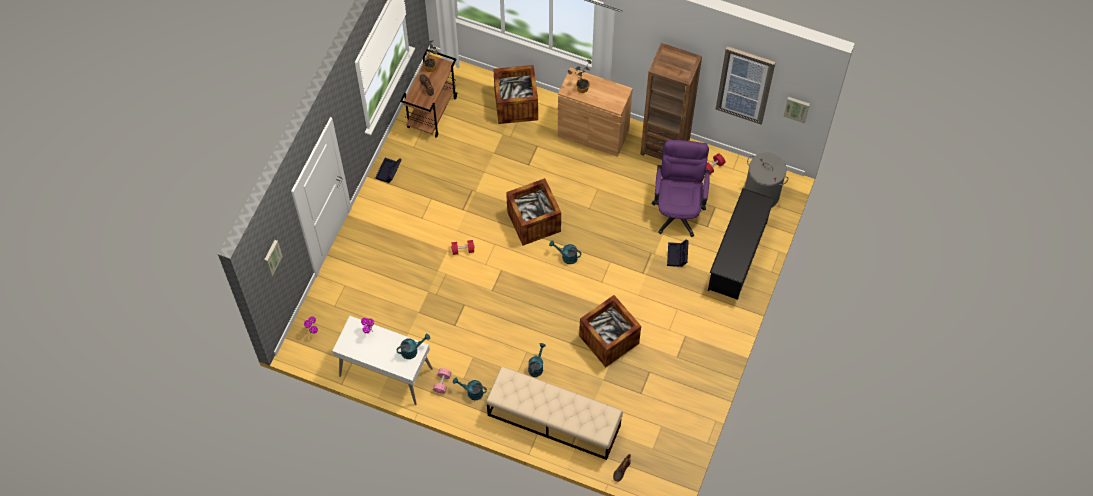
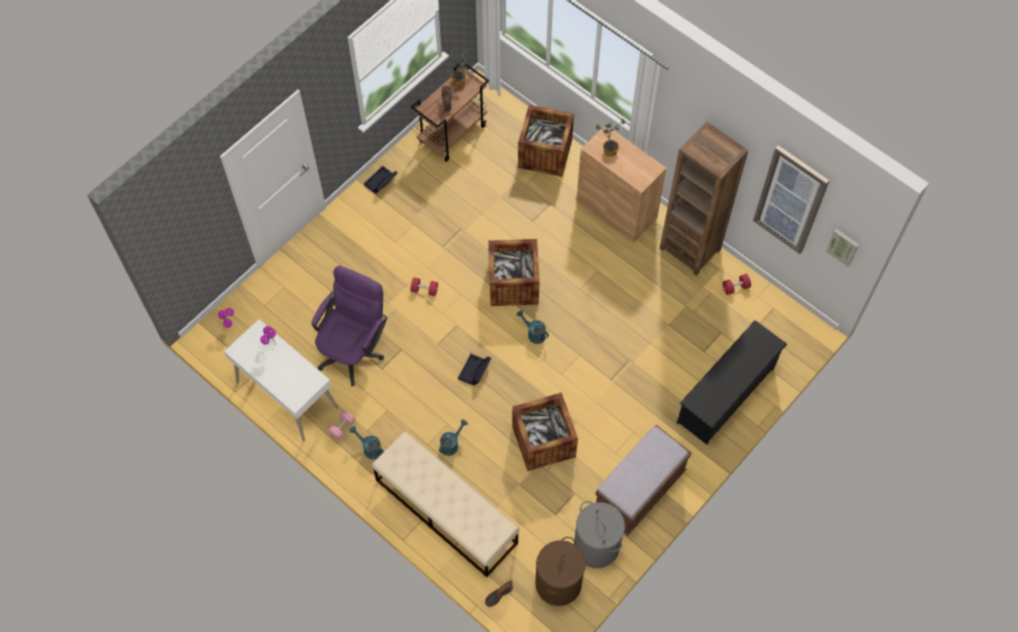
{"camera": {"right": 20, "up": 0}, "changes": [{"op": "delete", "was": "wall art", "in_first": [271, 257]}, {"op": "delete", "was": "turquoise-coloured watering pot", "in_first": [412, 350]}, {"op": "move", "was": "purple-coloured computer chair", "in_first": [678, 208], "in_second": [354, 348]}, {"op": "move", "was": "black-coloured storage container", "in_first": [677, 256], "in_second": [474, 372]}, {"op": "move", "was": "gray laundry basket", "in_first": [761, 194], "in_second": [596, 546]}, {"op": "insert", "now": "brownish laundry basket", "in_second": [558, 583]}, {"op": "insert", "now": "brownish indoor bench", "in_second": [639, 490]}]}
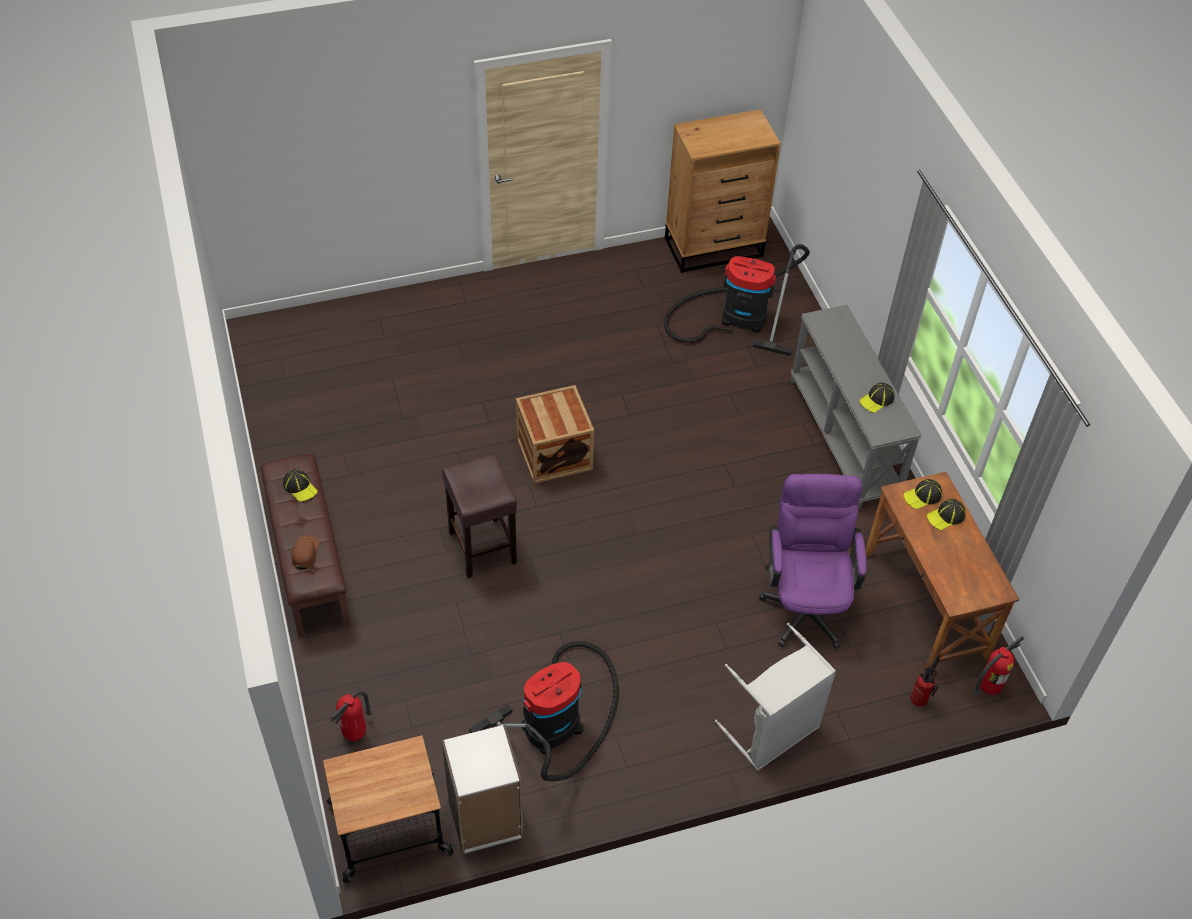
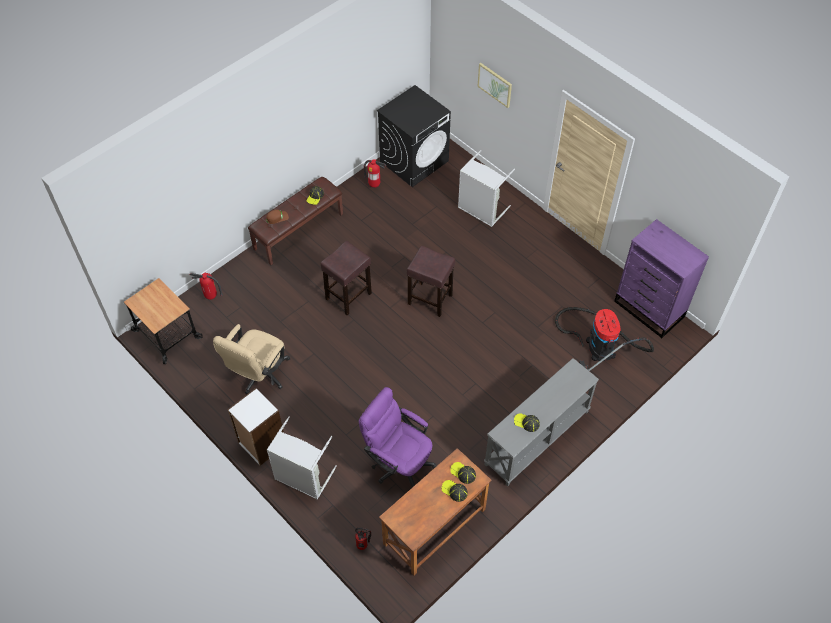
{"camera": {"right": 65, "up": 5}, "changes": [{"op": "move", "was": "whitish shelving unit", "in_first": [485, 819], "in_second": [261, 444]}, {"op": "replace", "was": "vacuum", "now": "beige computer chair", "in_first": [557, 722], "in_second": [259, 375]}, {"op": "replace", "was": "packing crate", "now": "brownish stool", "in_first": [554, 453], "in_second": [430, 299]}, {"op": "recolor", "was": "brownish drawer chest", "now": "purple-coloured drawer chest", "in_first": [714, 247], "in_second": [649, 310]}, {"op": "rotate", "was": "purple-coloured computer chair", "in_first": [805, 603], "in_second": [398, 462], "clockwise": -120}, {"op": "move", "was": "extinguisher", "in_first": [988, 688], "in_second": [374, 185]}, {"op": "insert", "now": "black-coloured laundry appliance", "in_second": [414, 161]}, {"op": "insert", "now": "gray laundry basket", "in_second": [481, 210]}, {"op": "insert", "now": "wall art", "in_second": [495, 84]}]}
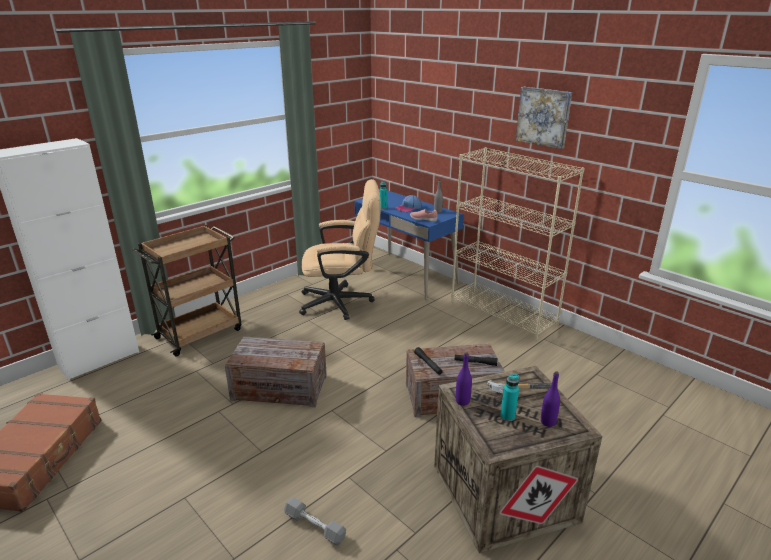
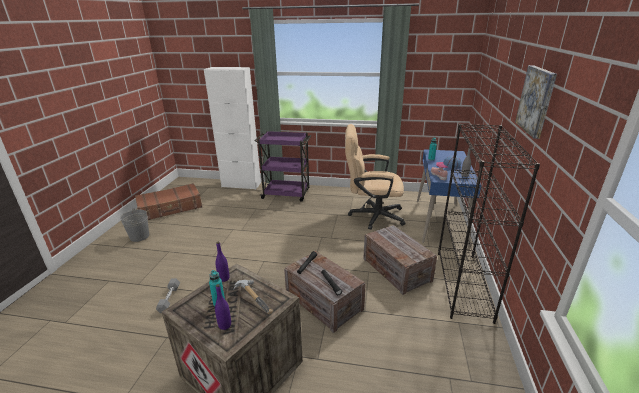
{"camera": {"right": 55, "up": 0}, "changes": [{"op": "recolor", "was": "brownish trolley", "now": "purple-coloured trolley", "in_first": [200, 333], "in_second": [287, 194]}, {"op": "move", "was": "packing crate", "in_first": [279, 387], "in_second": [396, 269]}, {"op": "rotate", "was": "beige computer chair", "in_first": [343, 302], "in_second": [371, 216], "clockwise": 135}, {"op": "recolor", "was": "beige shelving unit", "now": "black-coloured shelving unit", "in_first": [503, 313], "in_second": [463, 284]}, {"op": "insert", "now": "gray water bucket", "in_second": [139, 236]}]}
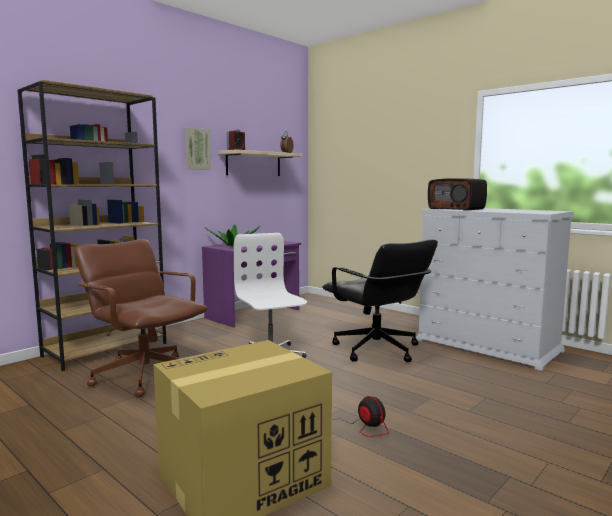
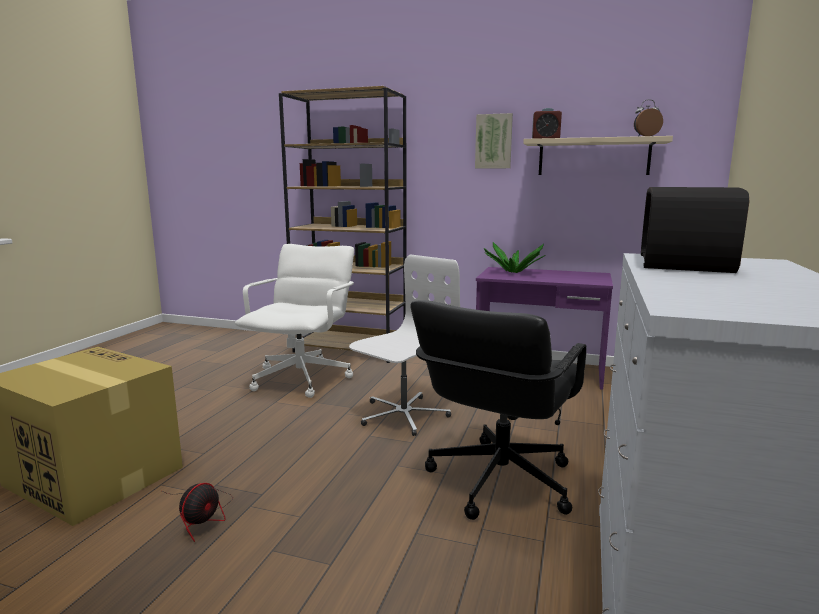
{"camera": {"right": 65, "up": 5}, "changes": [{"op": "recolor", "was": "brownish computer chair", "now": "whitish computer chair", "in_first": [145, 375], "in_second": [302, 378]}]}
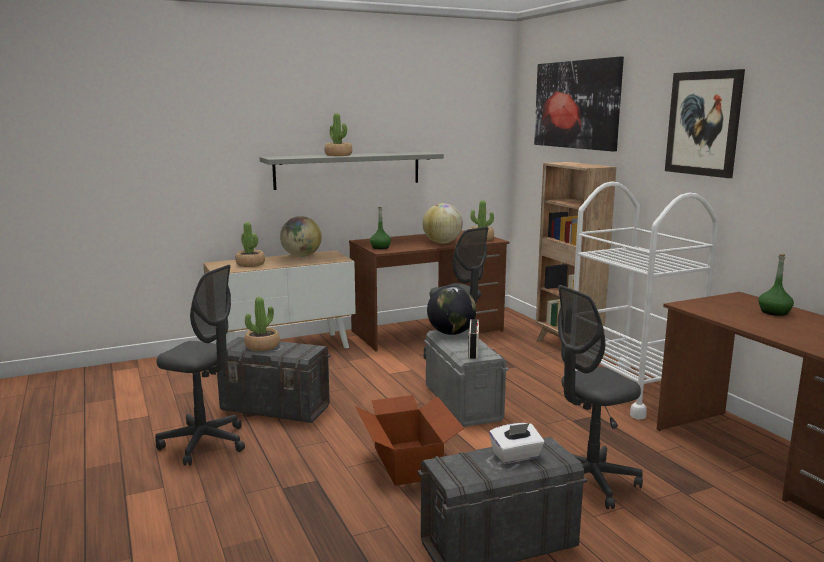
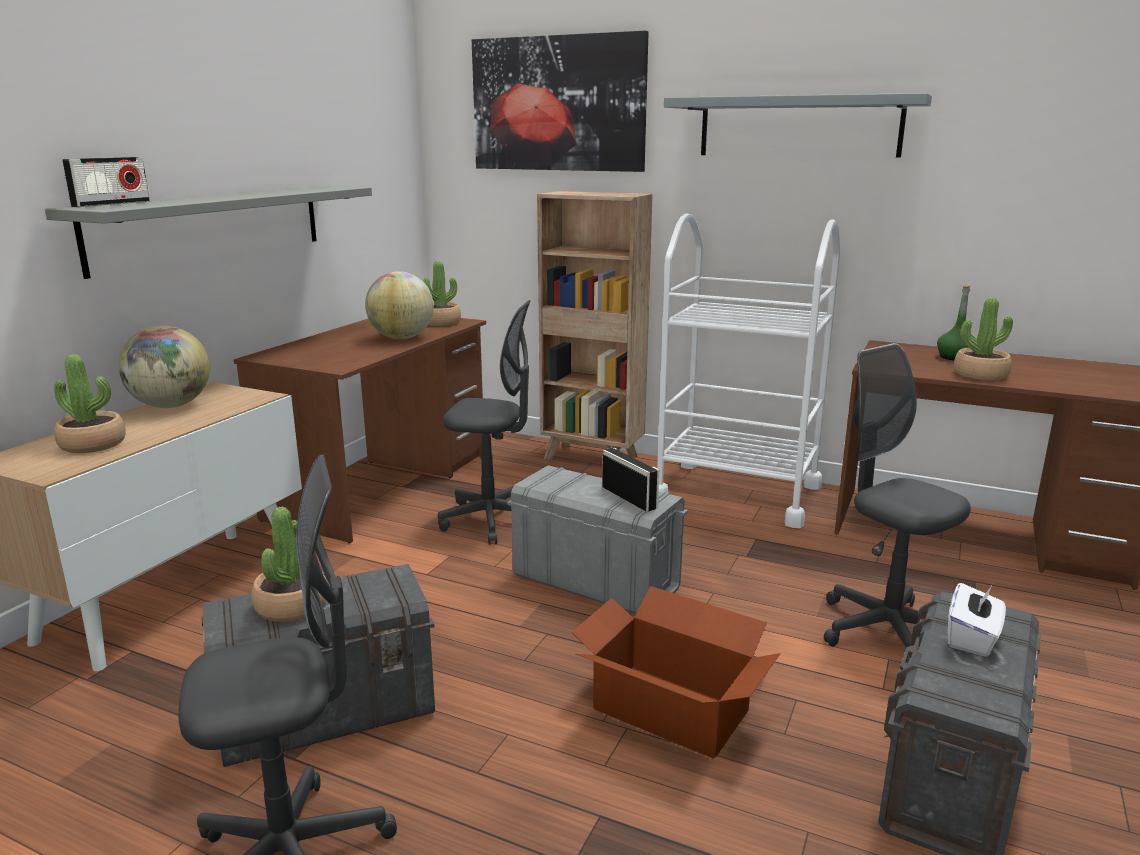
{"camera": {"right": -40, "up": 5}, "changes": [{"op": "move", "was": "houseplant", "in_first": [338, 155], "in_second": [980, 375]}, {"op": "delete", "was": "greenish drink bottle", "in_first": [380, 247]}, {"op": "delete", "was": "world globe", "in_first": [451, 333]}, {"op": "rotate", "was": "gray computer chair", "in_first": [589, 482], "in_second": [885, 632], "clockwise": 120}, {"op": "replace", "was": "wall art", "now": "gray wall shelf", "in_first": [703, 123], "in_second": [799, 127]}, {"op": "insert", "now": "radio receiver", "in_second": [111, 204]}]}
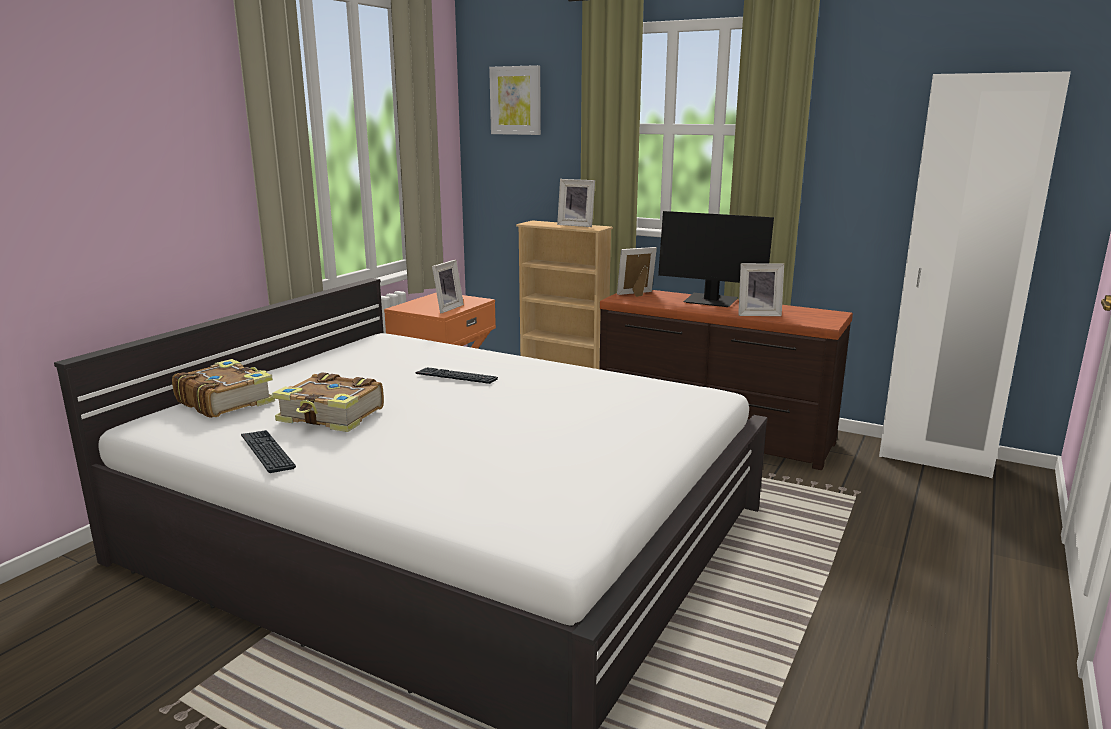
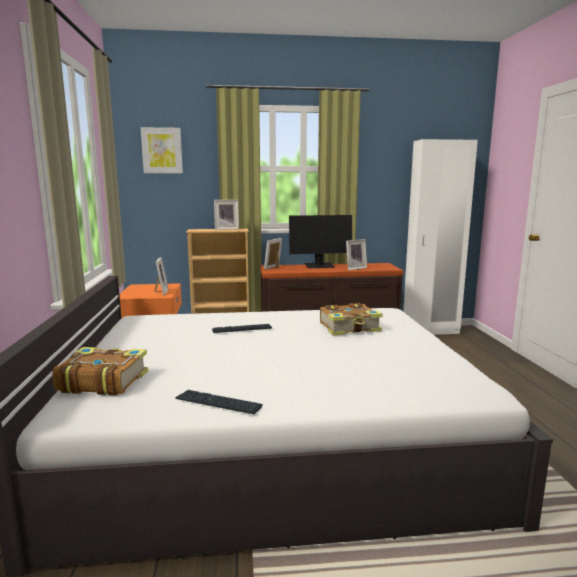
{"camera": {"right": -35, "up": -5}, "changes": [{"op": "move", "was": "bound book", "in_first": [332, 416], "in_second": [350, 328]}]}
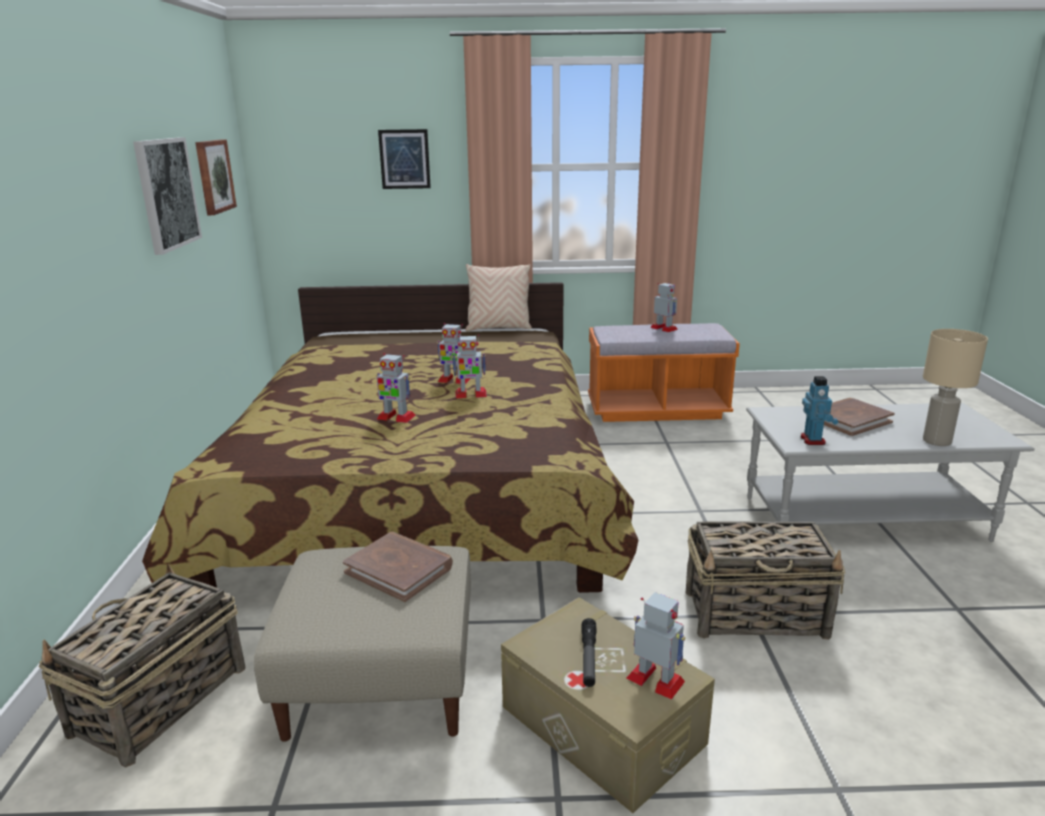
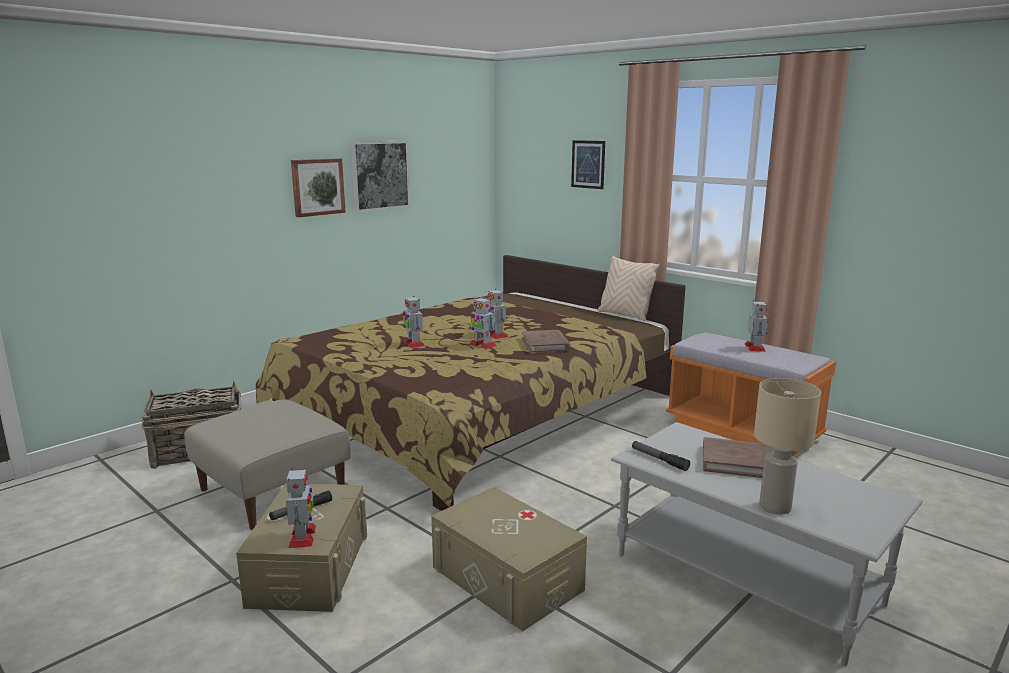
{"camera": {"right": 45, "up": -5}, "changes": [{"op": "move", "was": "wall art", "in_first": [213, 176], "in_second": [317, 187]}, {"op": "move", "was": "brownish bound book", "in_first": [399, 569], "in_second": [545, 344]}, {"op": "replace", "was": "basket", "now": "beige storage container", "in_first": [756, 614], "in_second": [507, 578]}, {"op": "replace", "was": "robot figure", "now": "flashlight", "in_first": [813, 440], "in_second": [659, 459]}]}
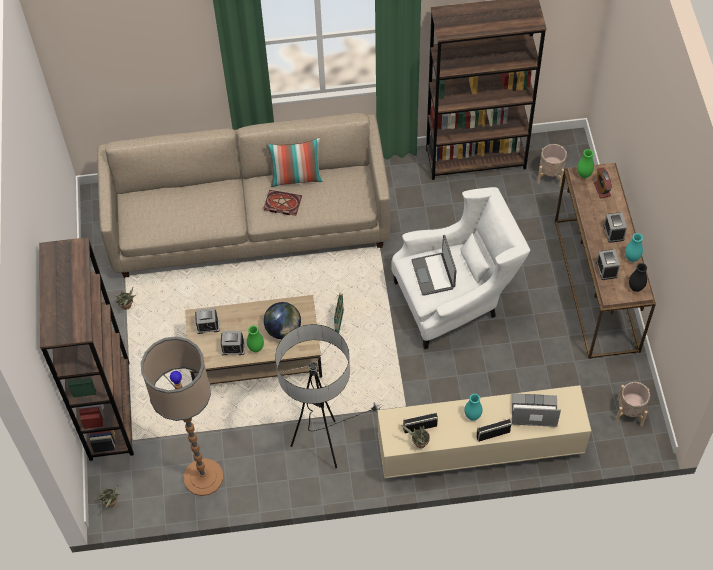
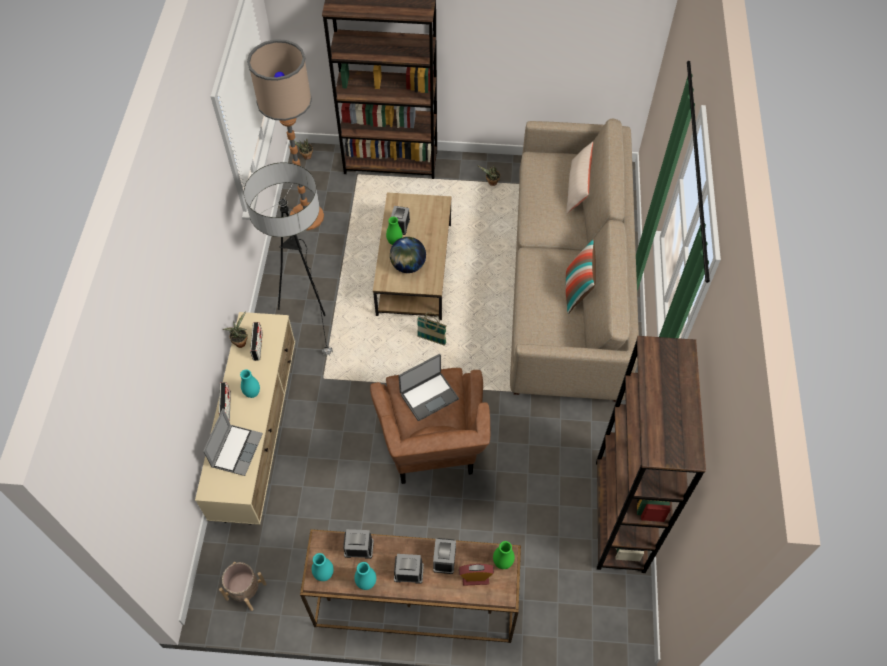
{"camera": {"right": 100, "up": 0}, "changes": [{"op": "move", "was": "table clock", "in_first": [207, 326], "in_second": [444, 559]}, {"op": "delete", "was": "bound book", "in_first": [281, 204]}, {"op": "recolor", "was": "whitish armchair", "now": "brownish armchair", "in_first": [455, 300], "in_second": [432, 449]}, {"op": "rotate", "was": "laptop", "in_first": [434, 274], "in_second": [428, 396], "clockwise": 150}, {"op": "delete", "was": "beige planter", "in_first": [550, 175]}, {"op": "recolor", "was": "black-coloured decorative vase", "now": "turquoise-coloured decorative vase", "in_first": [636, 287], "in_second": [324, 574]}, {"op": "insert", "now": "beige throw pillow", "in_second": [577, 188]}]}
